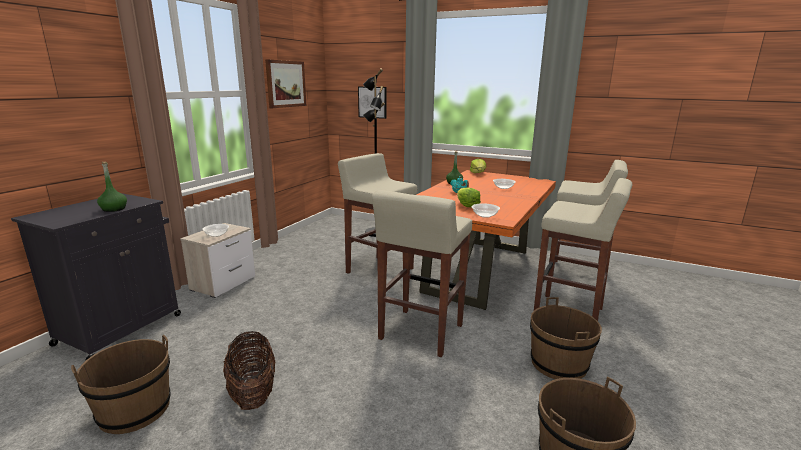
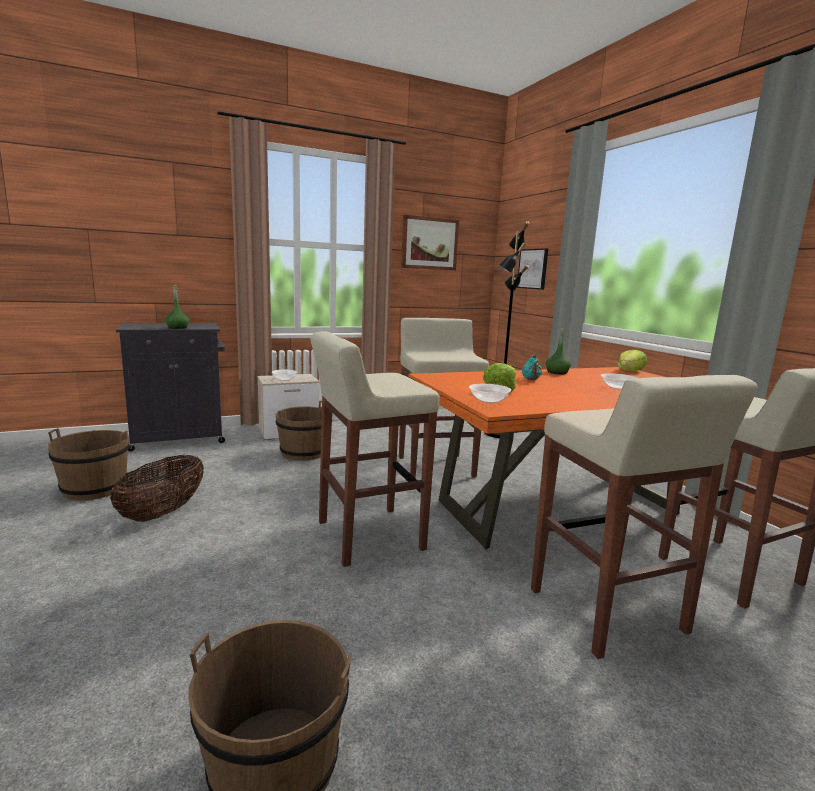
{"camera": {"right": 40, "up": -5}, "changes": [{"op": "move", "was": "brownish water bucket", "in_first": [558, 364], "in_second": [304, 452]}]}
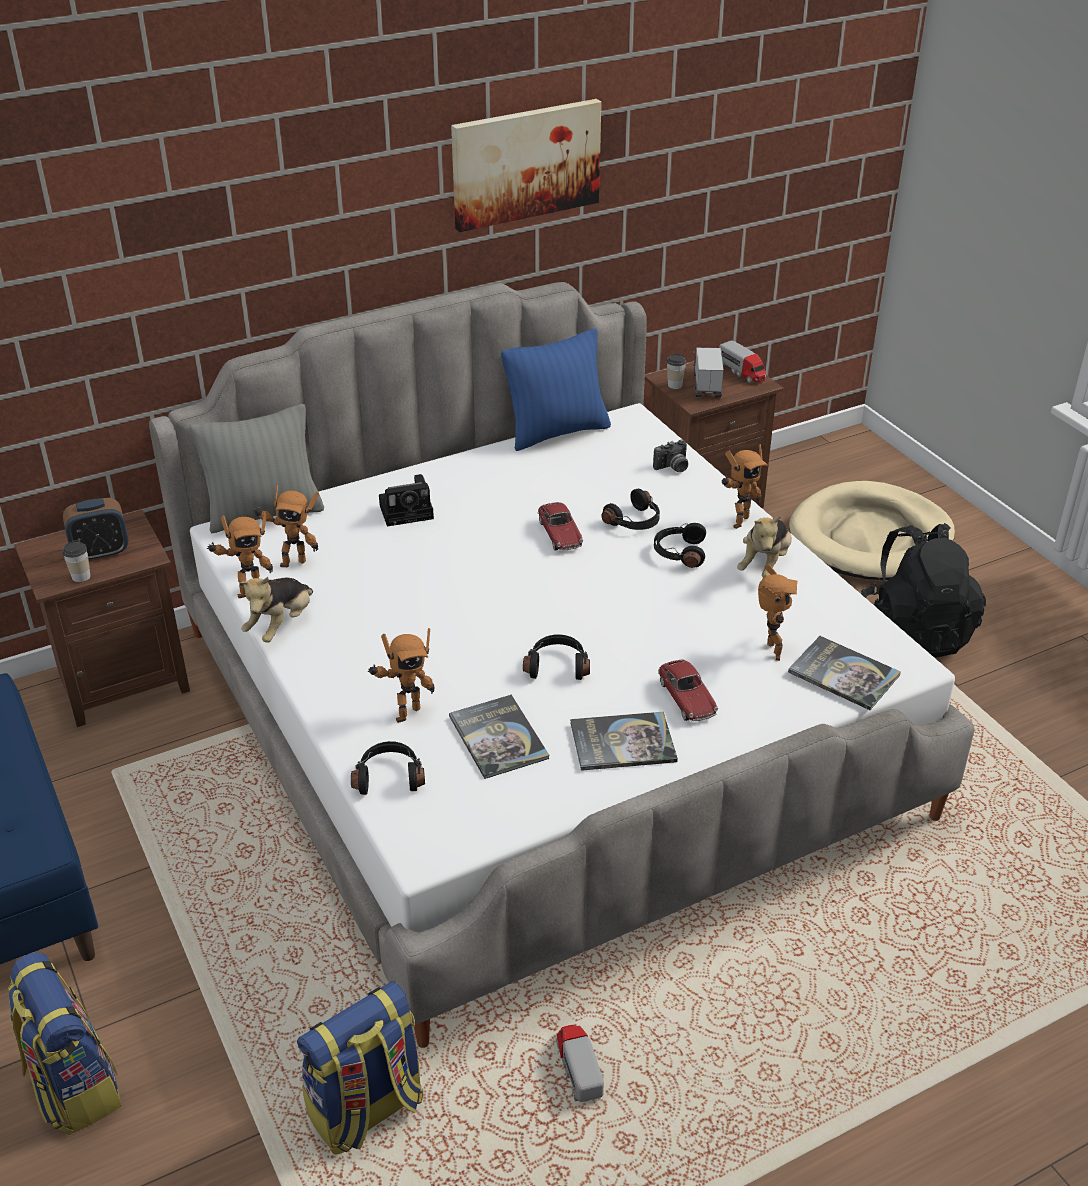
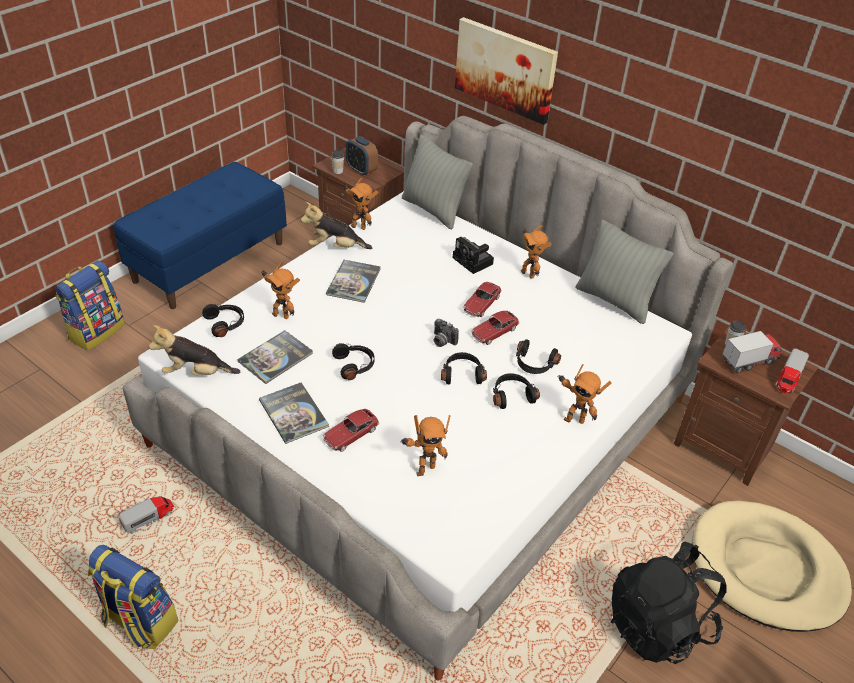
{"camera": {"right": 65, "up": 5}, "changes": [{"op": "move", "was": "robot figure", "in_first": [292, 561], "in_second": [529, 273]}, {"op": "move", "was": "knapsack", "in_first": [366, 1111], "in_second": [139, 621]}, {"op": "move", "was": "wall art", "in_first": [525, 163], "in_second": [505, 69]}, {"op": "recolor", "was": "bluish throw pillow", "now": "gray throw pillow", "in_first": [557, 432], "in_second": [614, 301]}, {"op": "move", "was": "still camera", "in_first": [672, 468], "in_second": [442, 341]}, {"op": "move", "was": "plush toy", "in_first": [764, 564], "in_second": [196, 373]}, {"op": "move", "was": "bound book", "in_first": [843, 674], "in_second": [353, 282]}, {"op": "insert", "now": "black-coloured headphones", "in_second": [462, 374]}, {"op": "insert", "now": "model car", "in_second": [481, 304]}]}
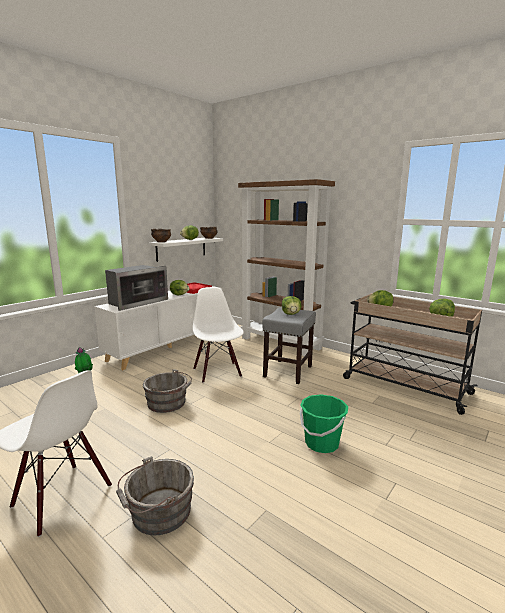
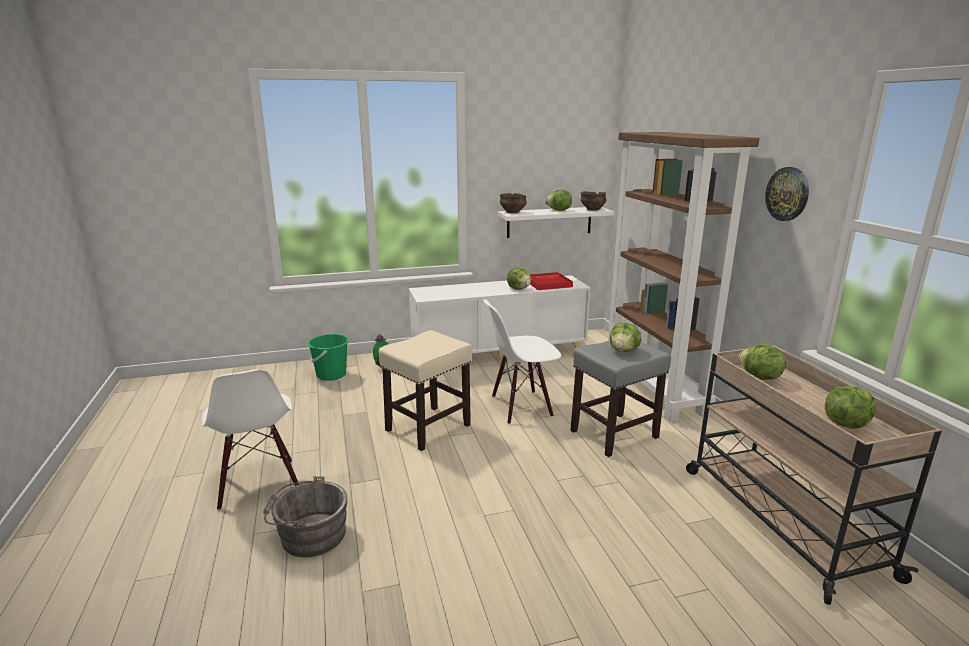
{"camera": {"right": 35, "up": 5}, "changes": [{"op": "delete", "was": "kitchen microwave", "in_first": [136, 302]}, {"op": "replace", "was": "gray water bucket", "now": "beige stool", "in_first": [168, 403], "in_second": [429, 427]}, {"op": "rotate", "was": "whitish upright chair", "in_first": [218, 372], "in_second": [521, 406], "clockwise": -120}, {"op": "move", "was": "greenish water bucket", "in_first": [321, 443], "in_second": [331, 375]}, {"op": "insert", "now": "wall clock", "in_second": [787, 194]}]}
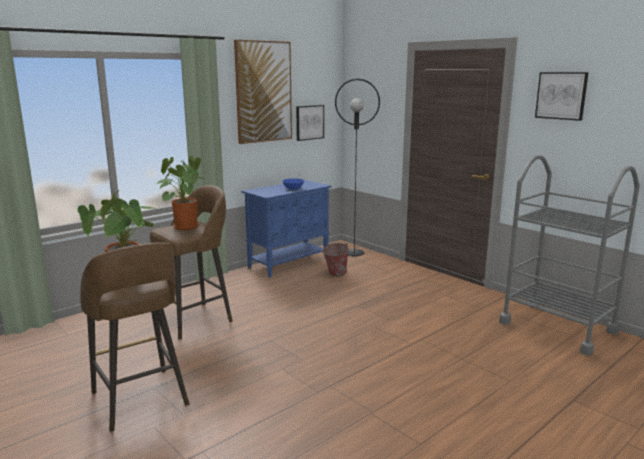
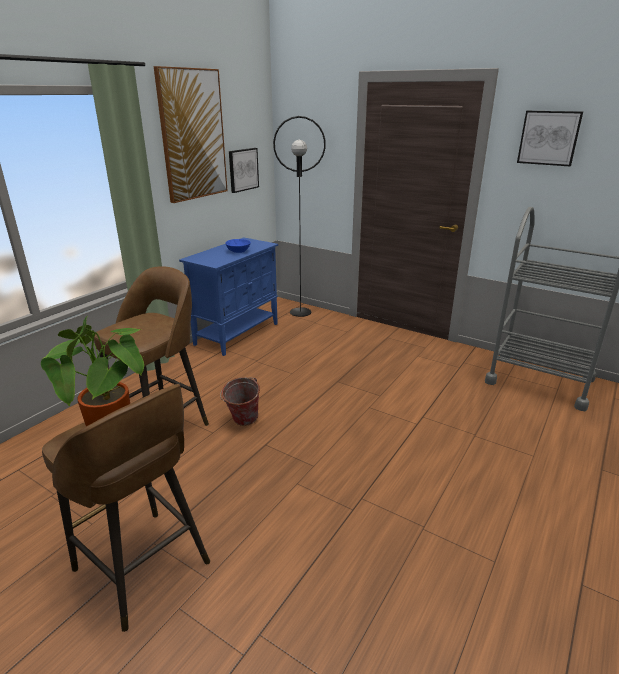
{"camera": {"right": -15, "up": 10}, "changes": [{"op": "delete", "was": "houseplant", "in_first": [184, 226]}, {"op": "move", "was": "water bucket", "in_first": [335, 274], "in_second": [242, 422]}]}
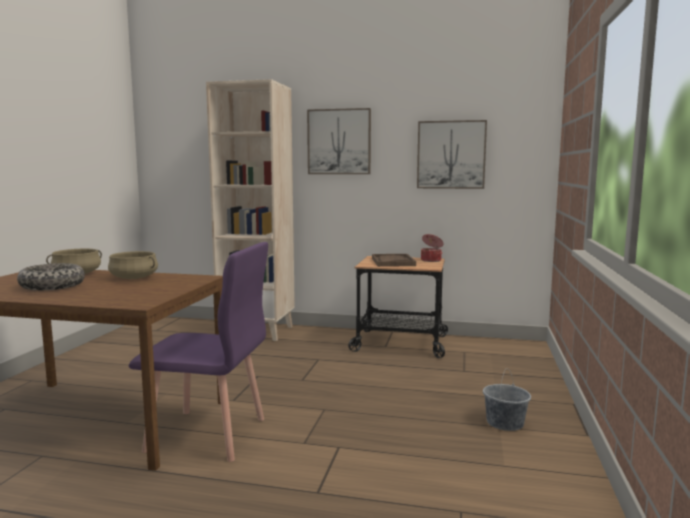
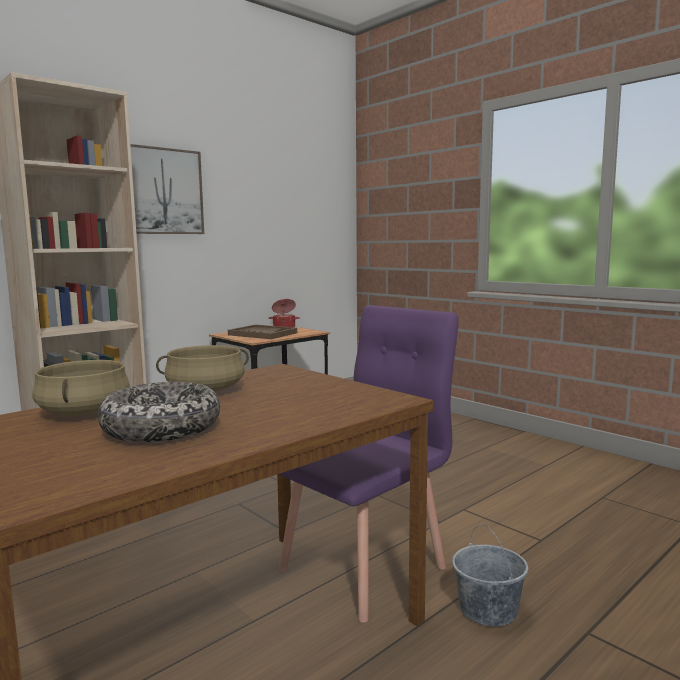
{"camera": {"right": -55, "up": 0}, "changes": [{"op": "delete", "was": "wall art", "in_first": [451, 155]}, {"op": "move", "was": "gray water bucket", "in_first": [504, 423], "in_second": [488, 610]}]}
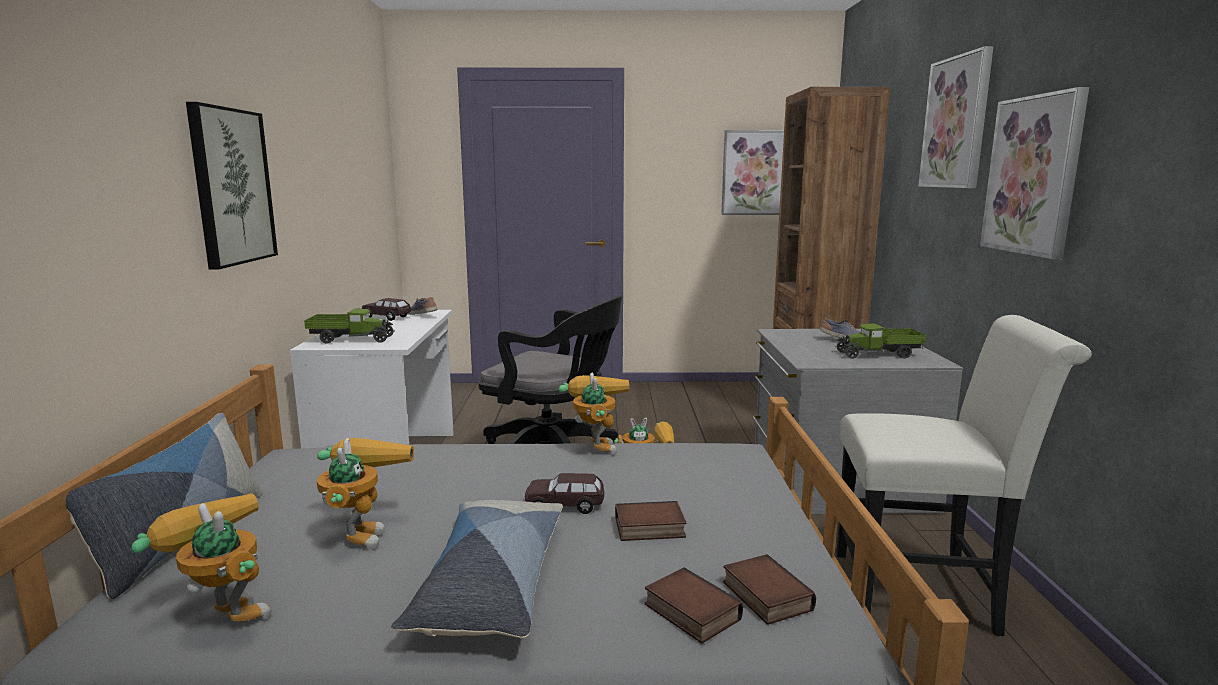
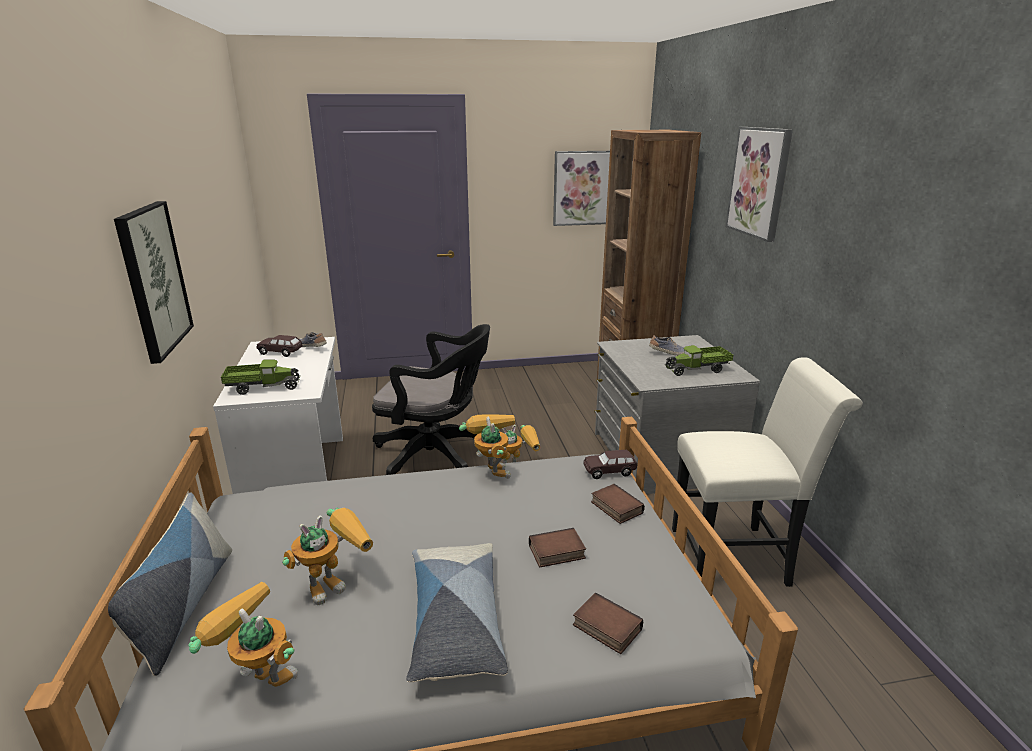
{"camera": {"right": -10, "up": 10}, "changes": [{"op": "rotate", "was": "robot figure", "in_first": [362, 531], "in_second": [336, 582], "clockwise": 60}, {"op": "move", "was": "brownish model car", "in_first": [565, 505], "in_second": [609, 471]}, {"op": "move", "was": "bound book", "in_first": [764, 596], "in_second": [615, 507]}, {"op": "delete", "was": "wall art", "in_first": [1033, 175]}]}
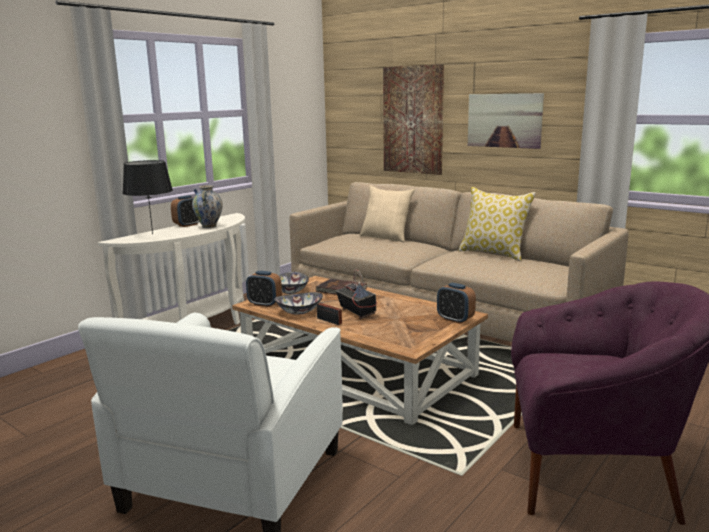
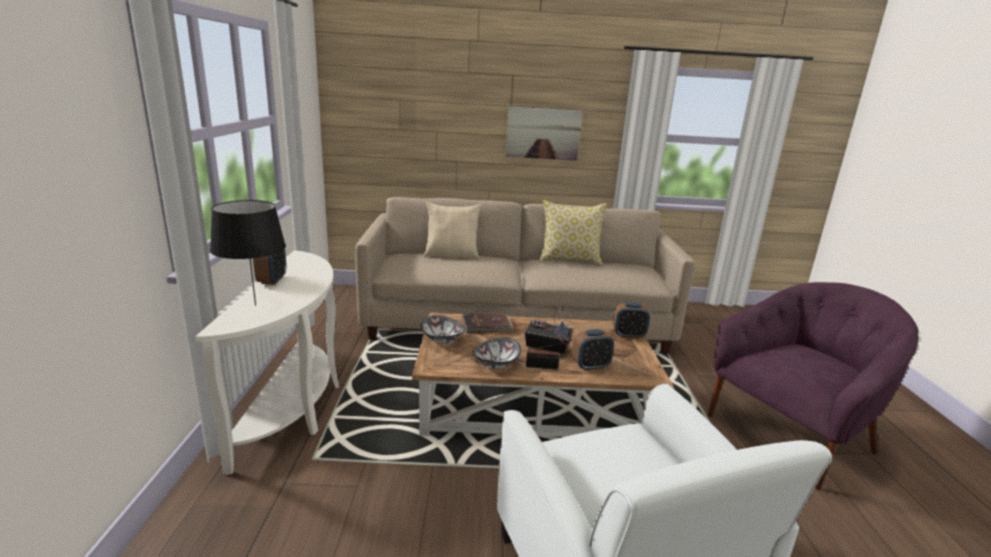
{"camera": {"right": -40, "up": 5}, "changes": [{"op": "delete", "was": "decorative vase", "in_first": [209, 226]}, {"op": "move", "was": "table clock", "in_first": [264, 304], "in_second": [590, 366]}, {"op": "delete", "was": "wall art", "in_first": [413, 120]}]}
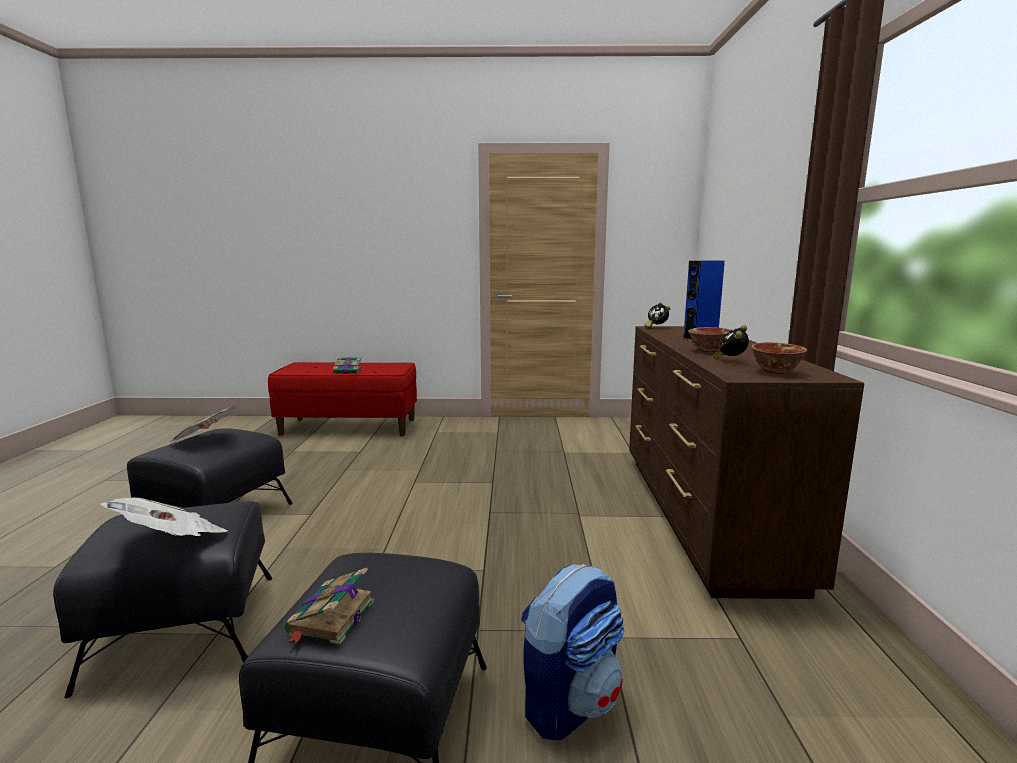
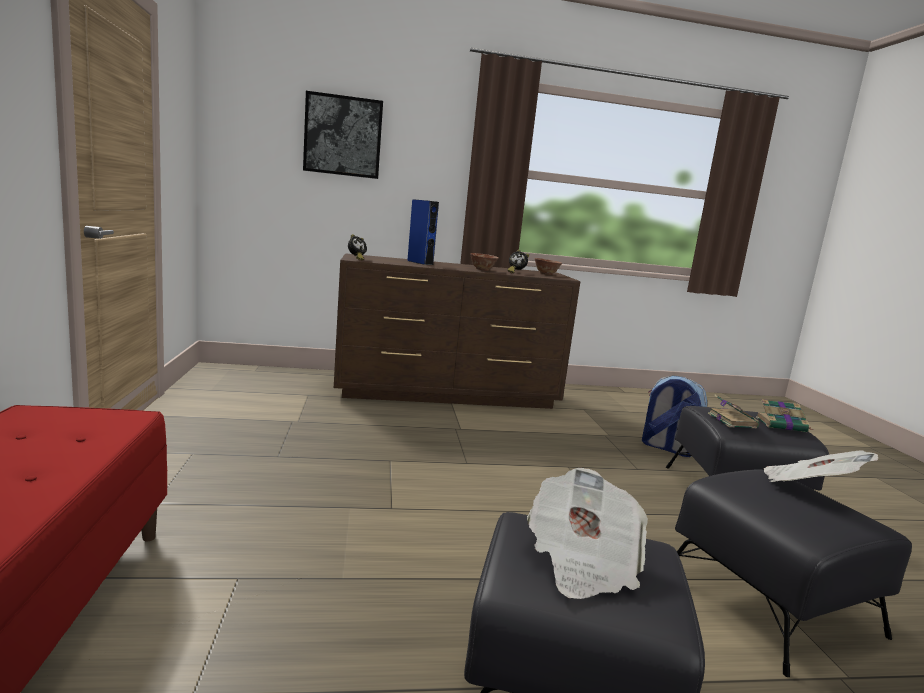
{"camera": {"right": -100, "up": 0}, "changes": [{"op": "move", "was": "bound book", "in_first": [349, 371], "in_second": [731, 420]}, {"op": "insert", "now": "wall art", "in_second": [343, 136]}]}
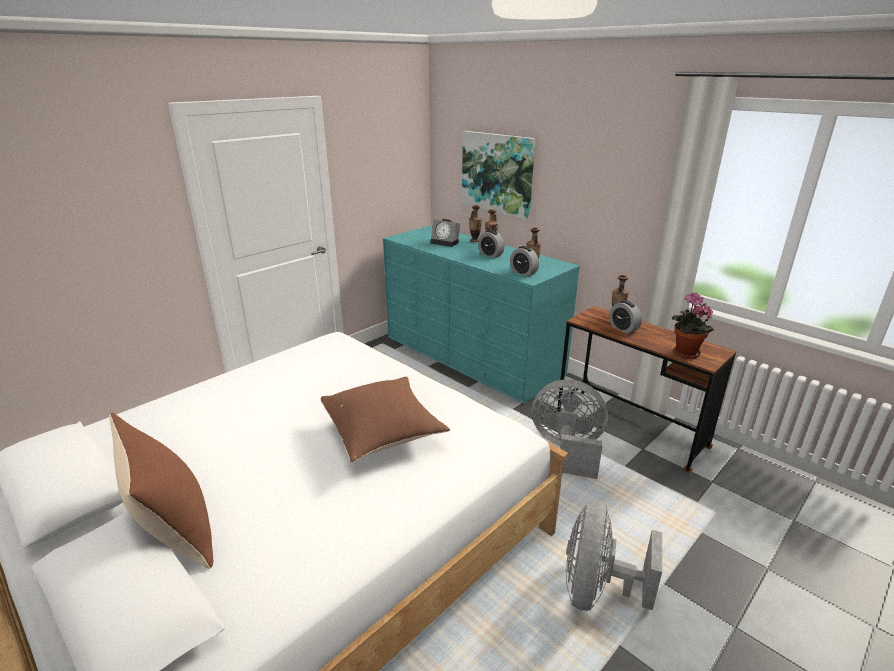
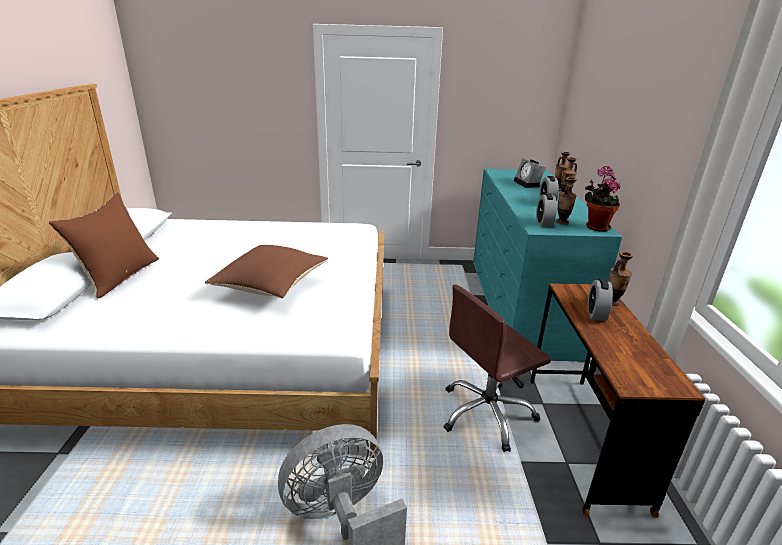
{"camera": {"right": 45, "up": 0}, "changes": [{"op": "delete", "was": "wall art", "in_first": [497, 173]}, {"op": "replace", "was": "gray electric fan", "now": "brownish computer chair", "in_first": [567, 450], "in_second": [487, 414]}, {"op": "move", "was": "houseplant", "in_first": [684, 353], "in_second": [595, 227]}]}
